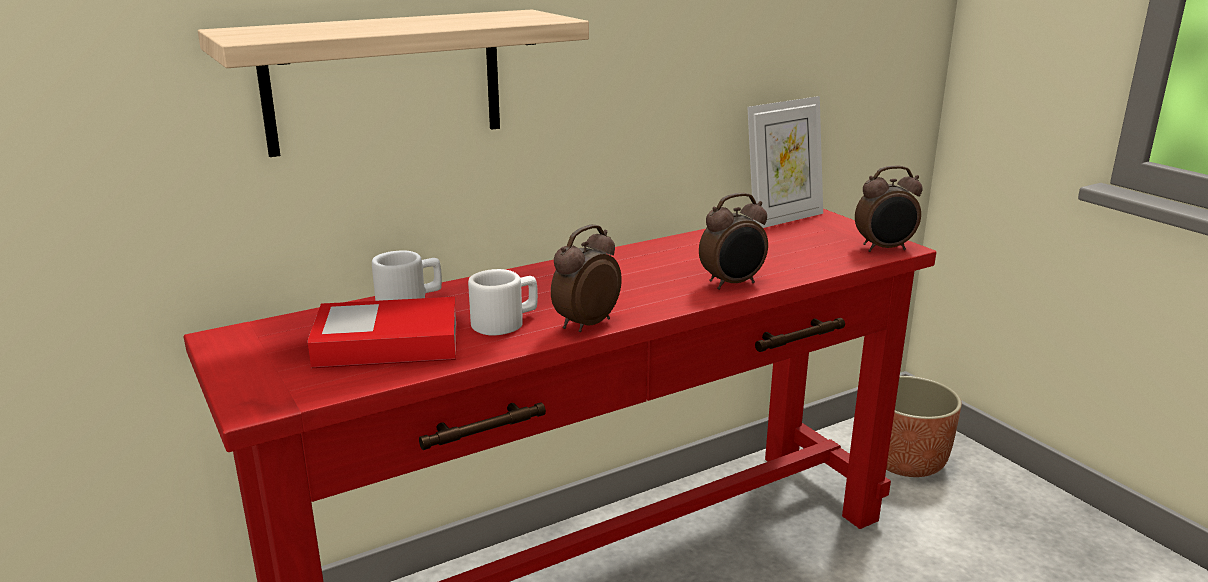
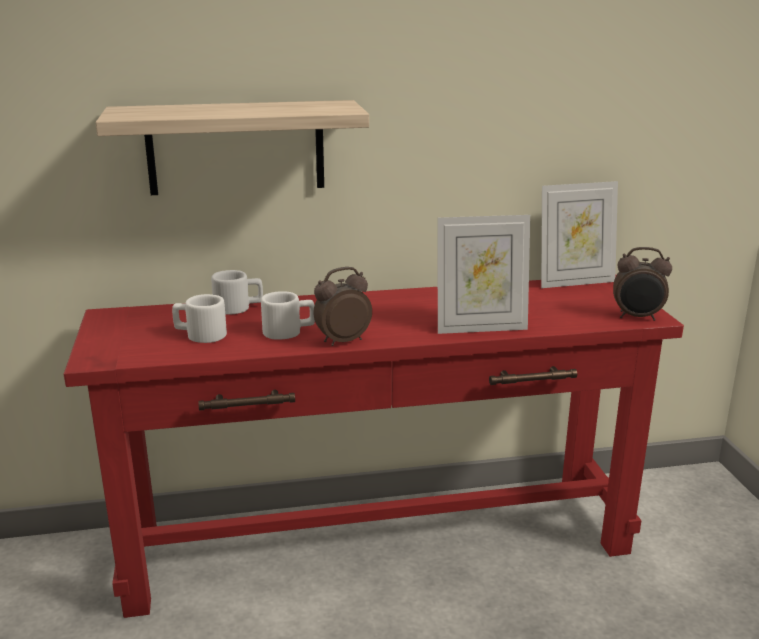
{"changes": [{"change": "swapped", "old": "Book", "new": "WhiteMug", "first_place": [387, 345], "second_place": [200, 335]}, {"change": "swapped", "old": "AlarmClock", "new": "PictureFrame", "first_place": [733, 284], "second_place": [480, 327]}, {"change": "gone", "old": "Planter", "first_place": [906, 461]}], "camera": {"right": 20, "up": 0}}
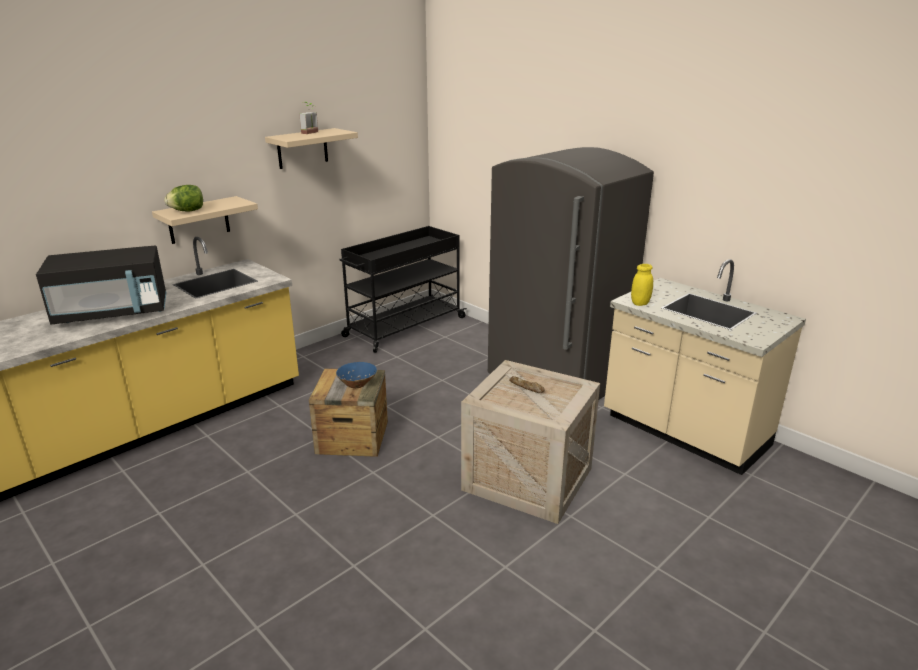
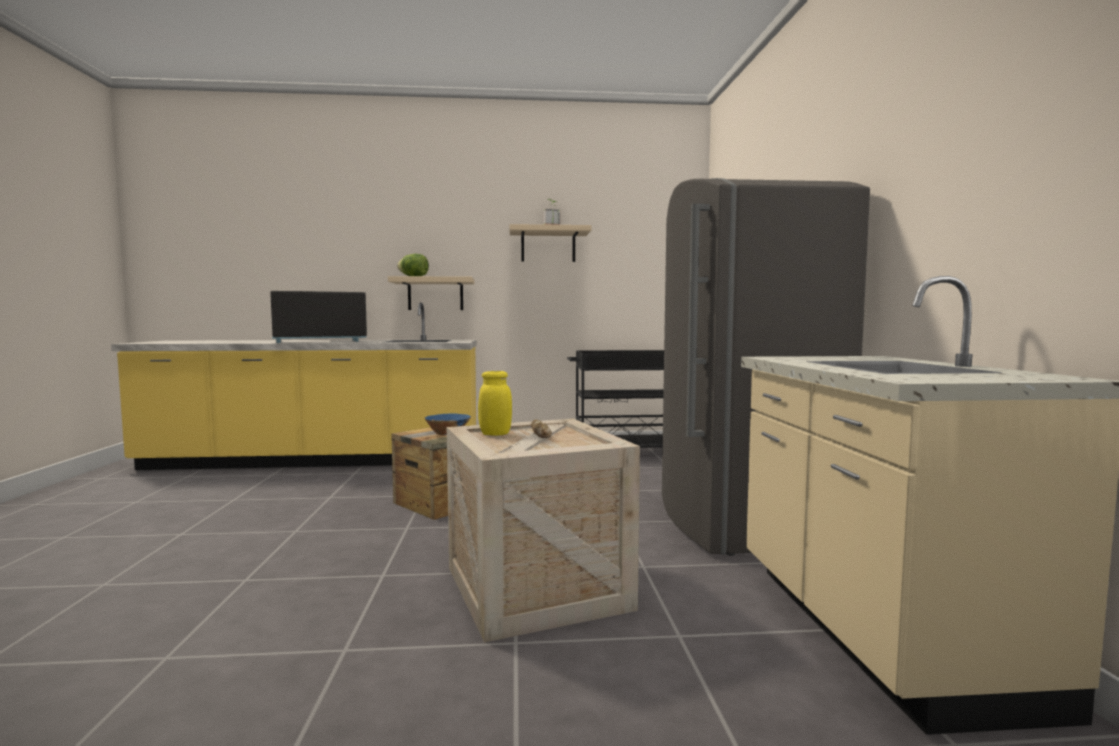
{"changes": [{"change": "rotated", "old": "BlackMicrowave", "first_place": [113, 313], "second_place": [319, 341], "degrees": 135}, {"change": "shifted", "old": "YellowJar", "first_place": [640, 303], "second_place": [495, 434]}], "camera": {"right": 40, "up": -20}}
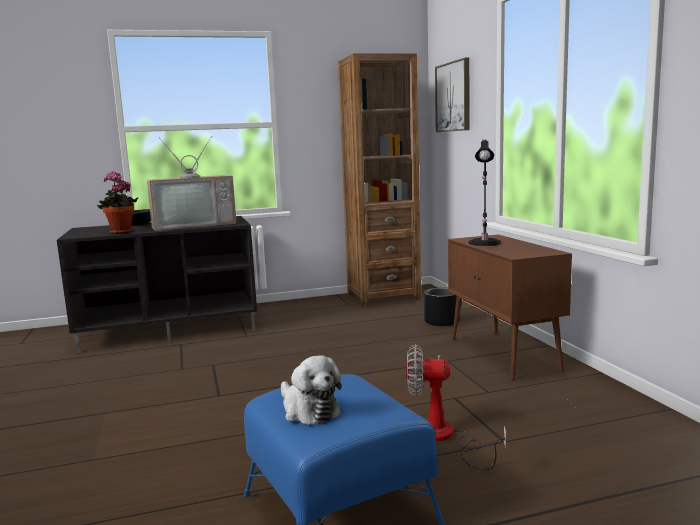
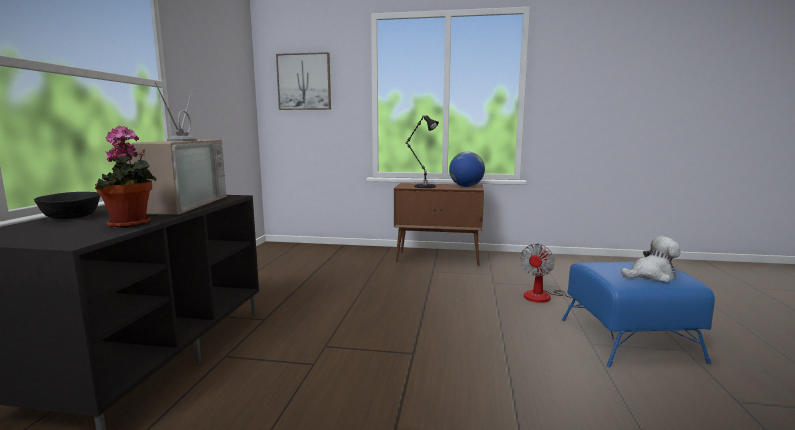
{"changes": [{"change": "gone", "old": "BrownBookcase", "first_place": [383, 296]}, {"change": "gone", "old": "BlackPlanter", "first_place": [442, 321]}, {"change": "new", "new": "Globe", "second_place": [466, 186]}], "camera": {"right": -65, "up": 0}}
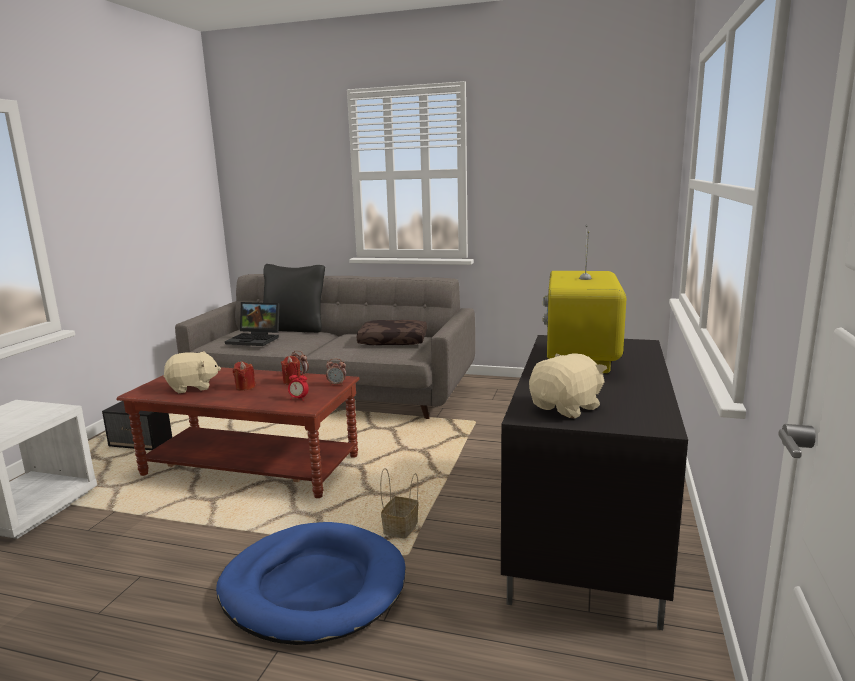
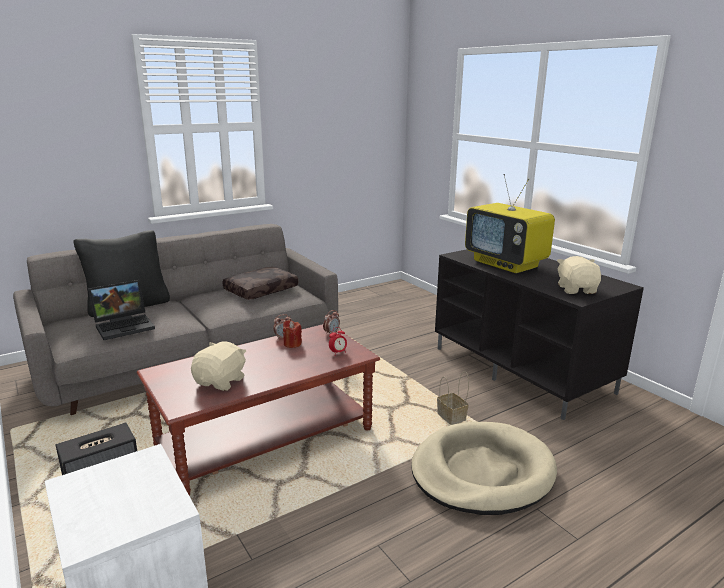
{"changes": [{"change": "repainted", "old": "BlueDogBed", "new": "BeigeDogBed", "first_place": [313, 587], "second_place": [482, 472]}, {"change": "gone", "old": "RedCandle", "first_place": [245, 387]}], "camera": {"right": -50, "up": 5}}
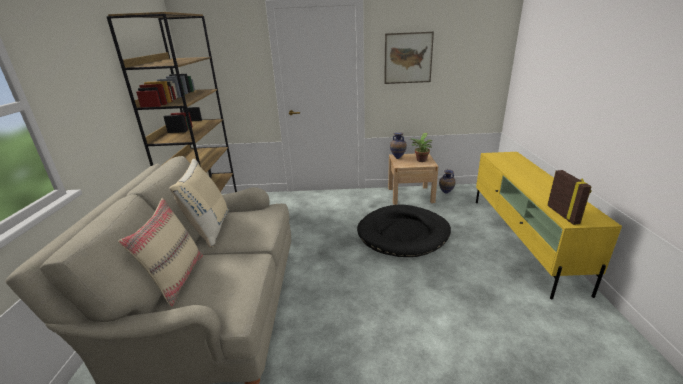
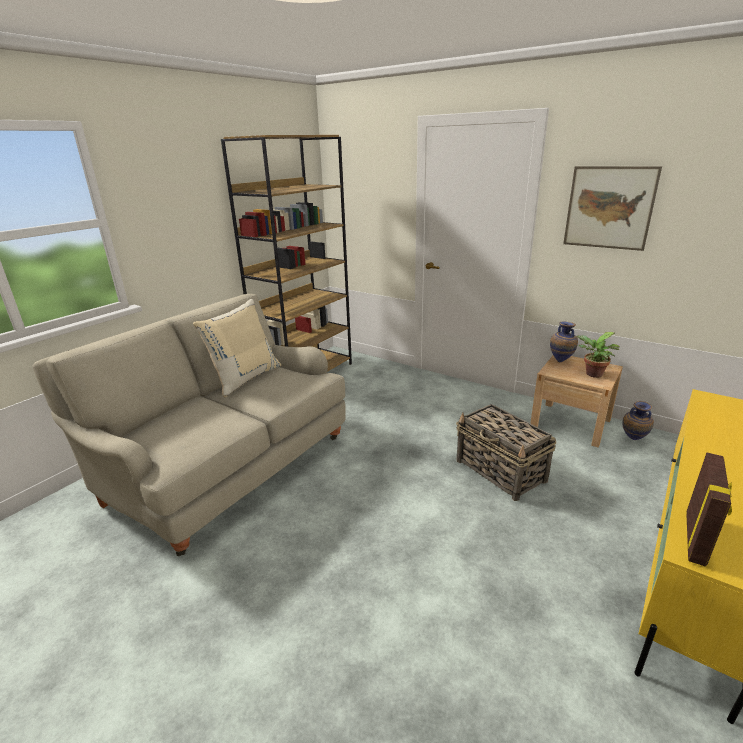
{"changes": [{"change": "gone", "old": "BeigePillow", "first_place": [176, 278]}, {"change": "swapped", "old": "BlackDogBed", "new": "Basket", "first_place": [403, 233], "second_place": [501, 471]}], "camera": {"right": 35, "up": 0}}
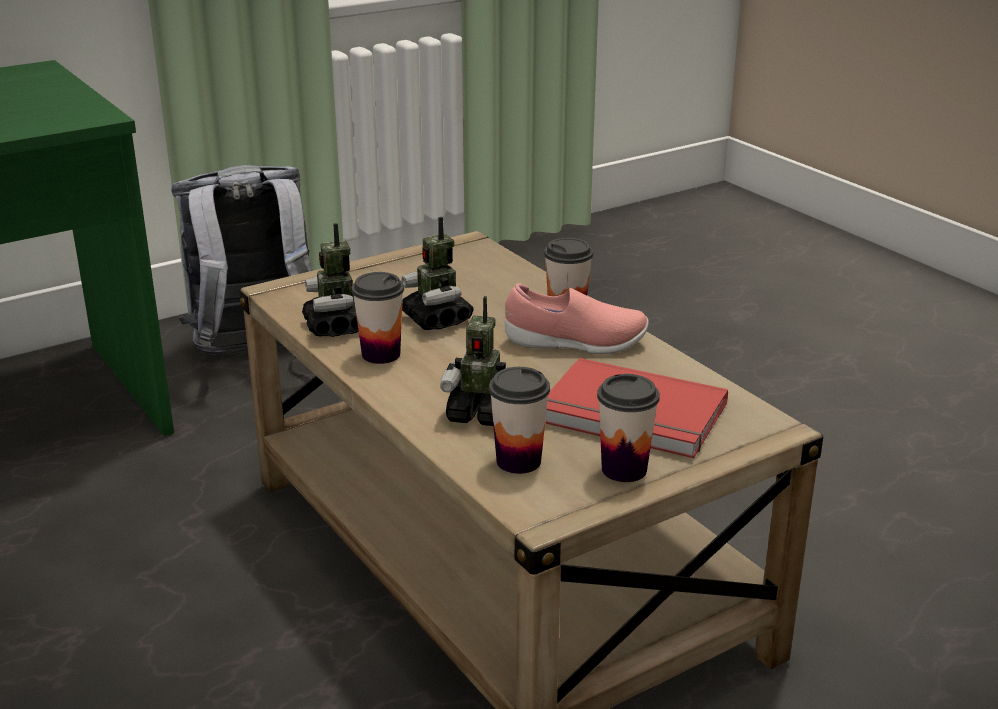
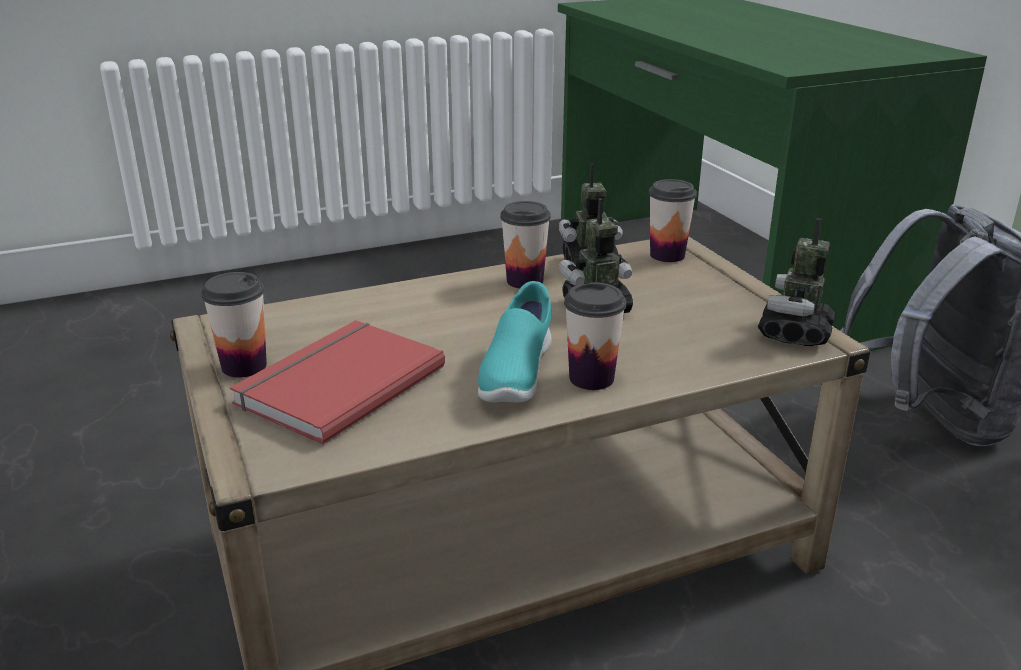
{"changes": [{"change": "shifted", "old": "ToyRobot", "first_place": [480, 413], "second_place": [794, 333]}, {"change": "shifted", "old": "Cup", "first_place": [518, 461], "second_place": [667, 255]}, {"change": "repainted", "old": "PinkShoe", "new": "TurquoiseShoe", "first_place": [575, 344], "second_place": [515, 375]}], "camera": {"right": 100, "up": 0}}
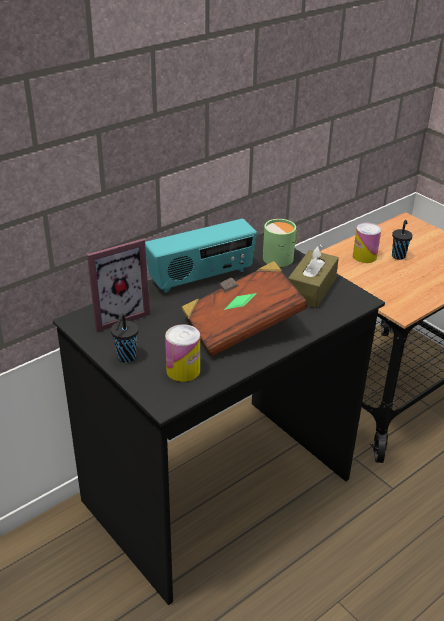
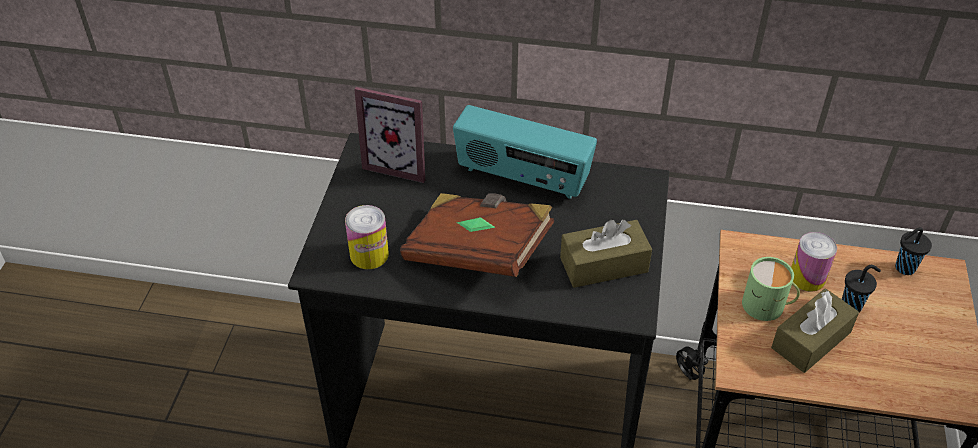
{"changes": [{"change": "shifted", "old": "BlackCup", "first_place": [126, 357], "second_place": [903, 268]}, {"change": "shifted", "old": "GreenMug", "first_place": [281, 257], "second_place": [767, 306]}, {"change": "new", "new": "BrownTissueBox", "second_place": [811, 340]}], "camera": {"right": 50, "up": 10}}
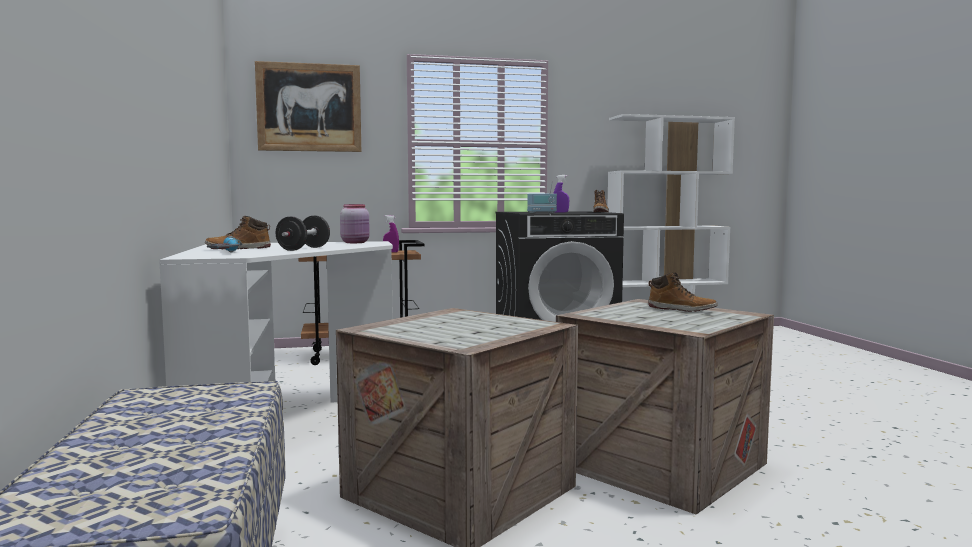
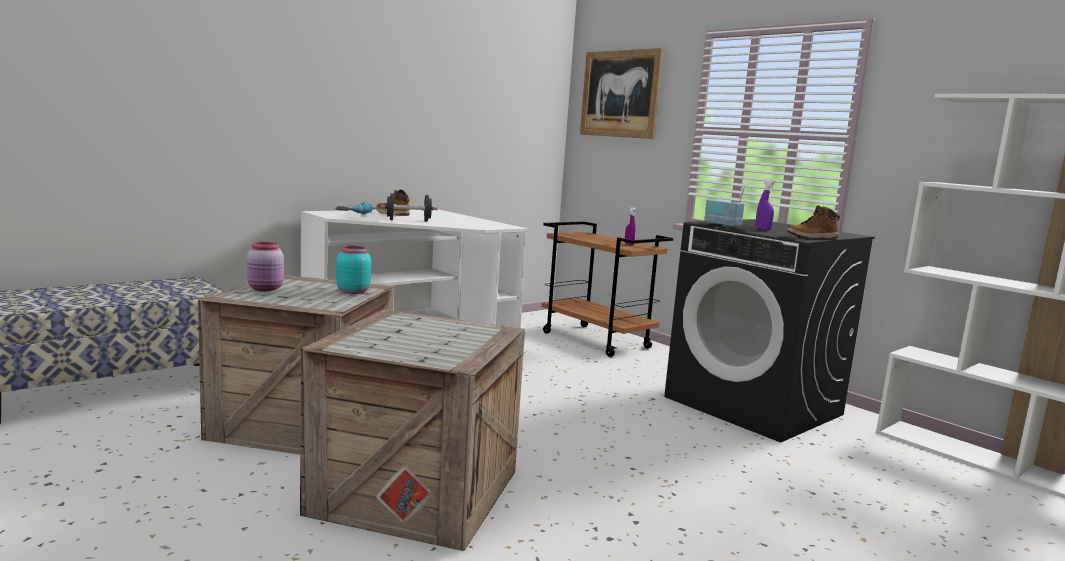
{"changes": [{"change": "shifted", "old": "PinkJar", "first_place": [356, 242], "second_place": [266, 289]}, {"change": "gone", "old": "Boot", "first_place": [682, 309]}, {"change": "new", "new": "TurquoiseJar", "second_place": [353, 291]}], "camera": {"right": 60, "up": 5}}
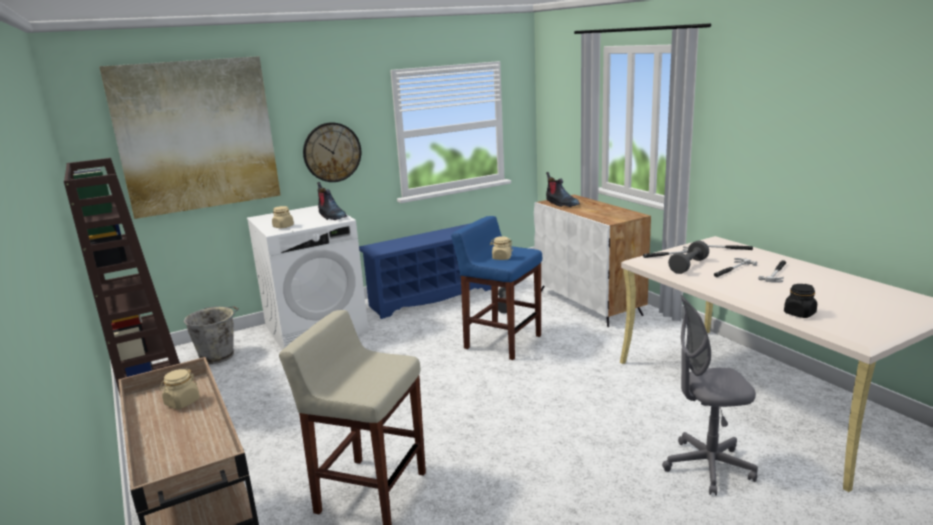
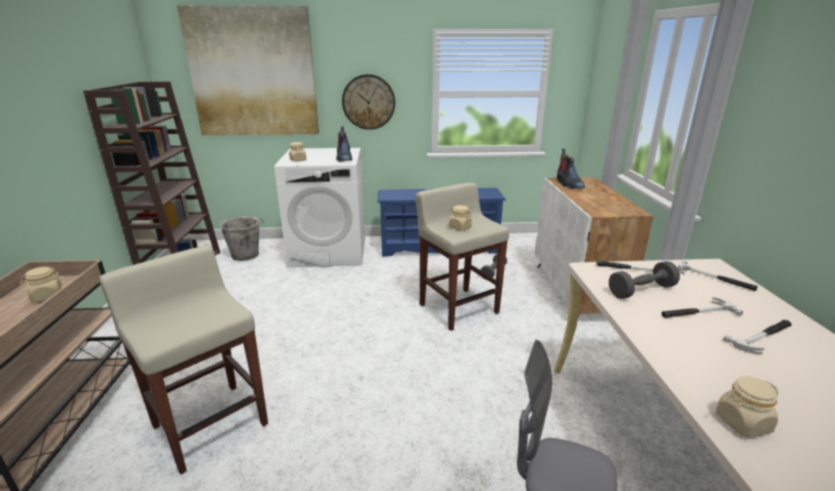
{"changes": [{"change": "repainted", "old": "BlueStool", "new": "BeigeStool", "first_place": [501, 342], "second_place": [458, 308]}, {"change": "repainted", "old": "BlackJar", "new": "BeigeJar", "first_place": [799, 313], "second_place": [742, 423]}], "camera": {"right": 25, "up": 5}}
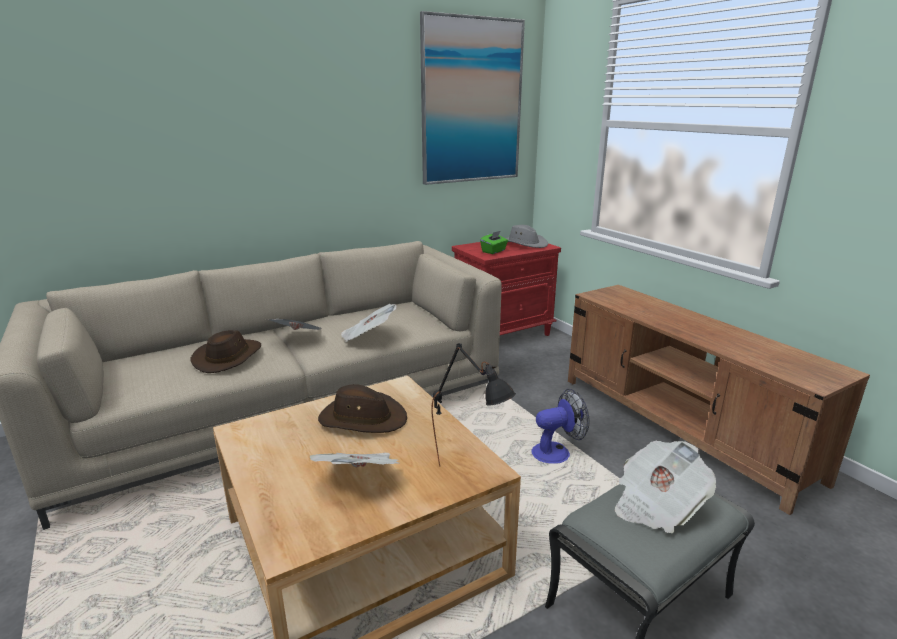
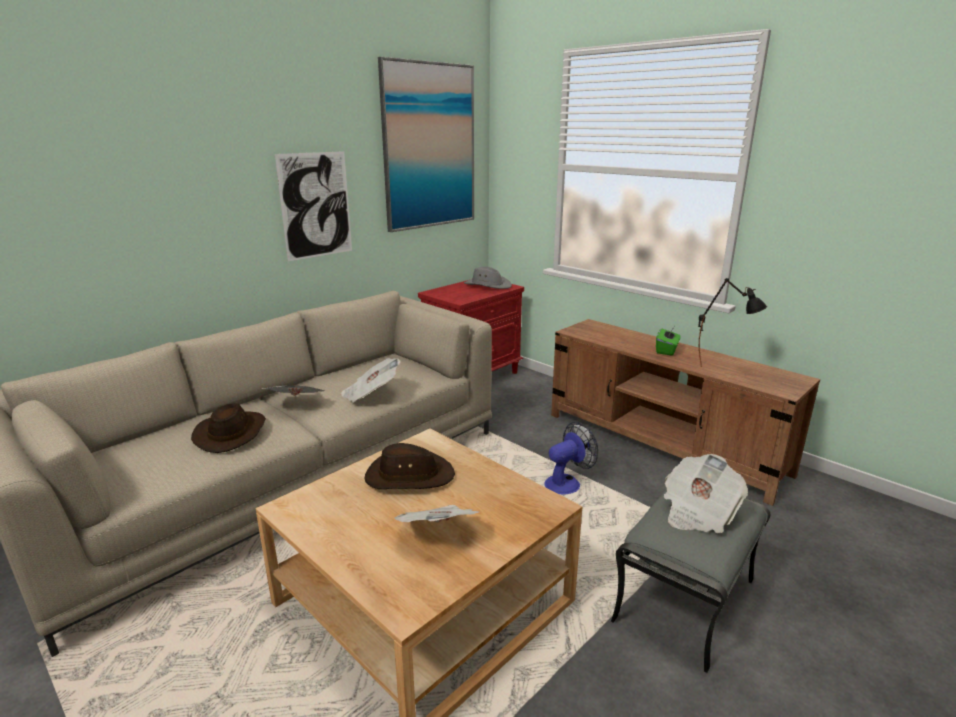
{"changes": [{"change": "shifted", "old": "BlackTableLamp", "first_place": [470, 472], "second_place": [722, 367]}, {"change": "shifted", "old": "GreenTissueBox", "first_place": [494, 251], "second_place": [666, 350]}, {"change": "new", "new": "Picture", "second_place": [316, 205]}], "camera": {"right": -15, "up": 0}}
